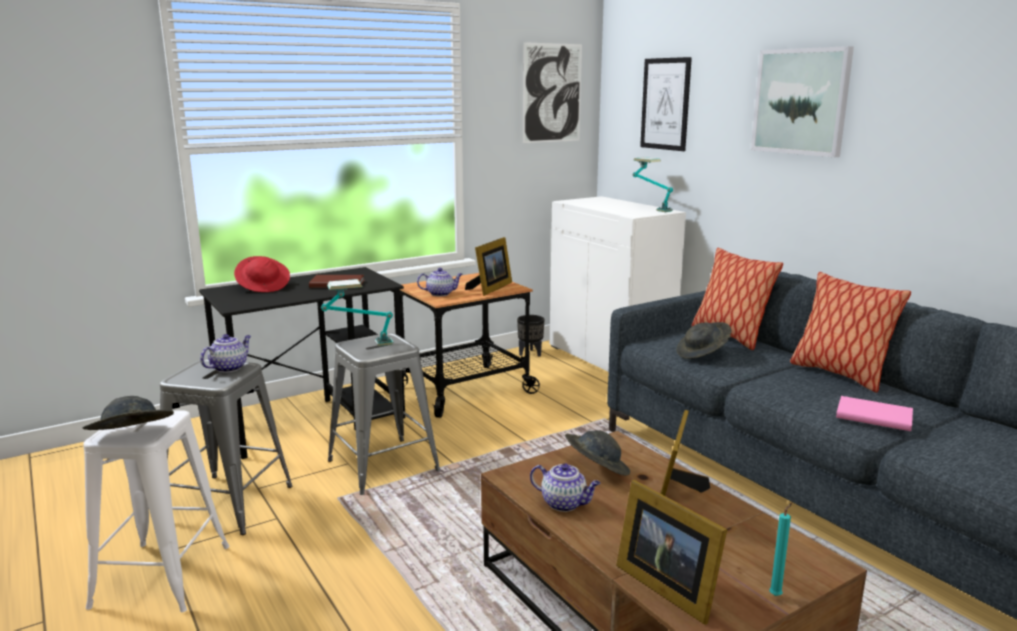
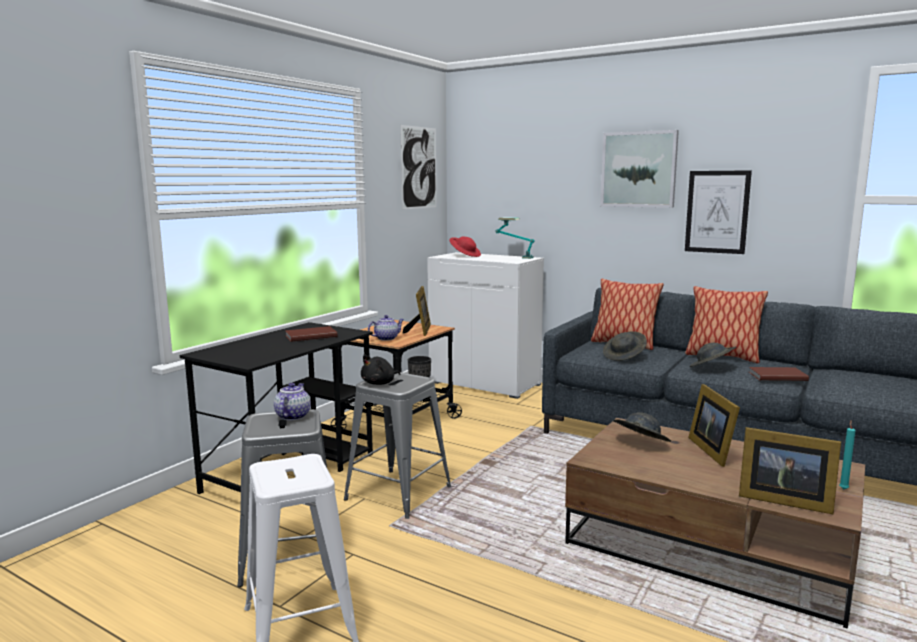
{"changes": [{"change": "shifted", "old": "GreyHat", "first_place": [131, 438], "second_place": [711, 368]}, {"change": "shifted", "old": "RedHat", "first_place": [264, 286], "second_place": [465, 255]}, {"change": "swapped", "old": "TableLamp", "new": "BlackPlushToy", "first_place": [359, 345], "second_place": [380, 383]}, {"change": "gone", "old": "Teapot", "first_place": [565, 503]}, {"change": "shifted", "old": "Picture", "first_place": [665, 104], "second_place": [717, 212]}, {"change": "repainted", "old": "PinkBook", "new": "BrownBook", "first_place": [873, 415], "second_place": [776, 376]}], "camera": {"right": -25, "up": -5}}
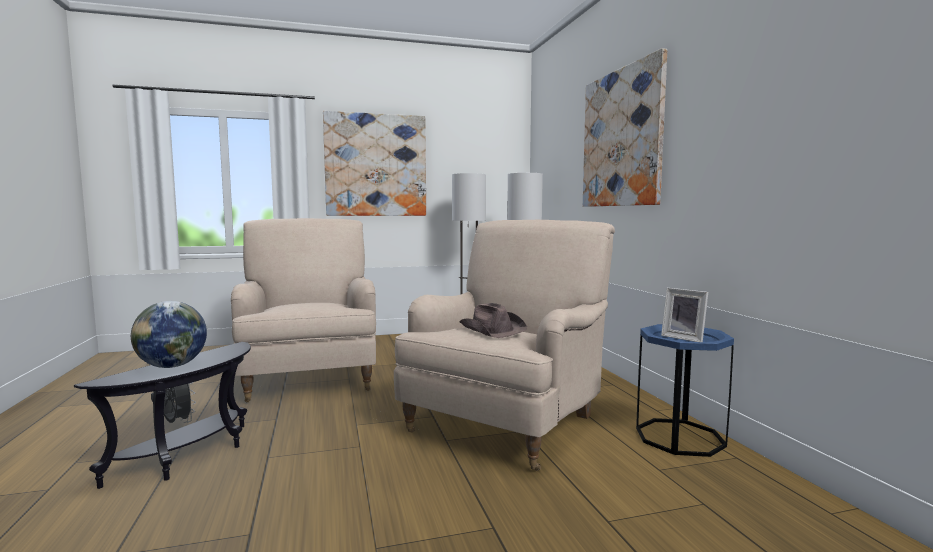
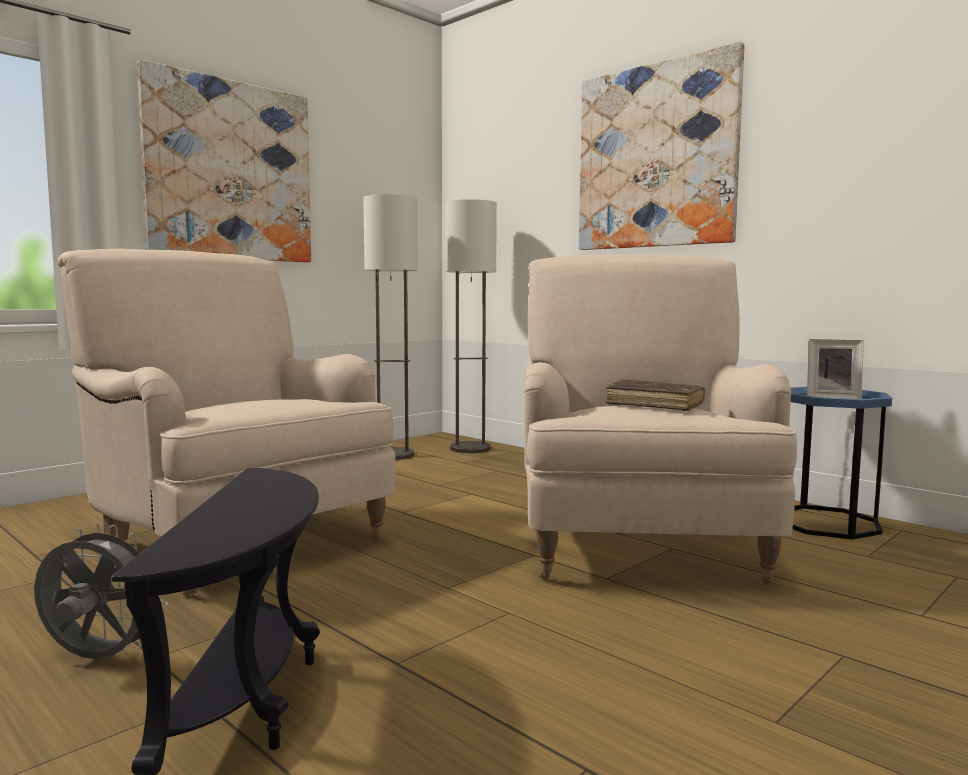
{"changes": [{"change": "gone", "old": "Globe", "first_place": [172, 366]}, {"change": "swapped", "old": "BrownHat", "new": "BrownBook", "first_place": [492, 329], "second_place": [654, 405]}], "camera": {"right": -30, "up": 0}}
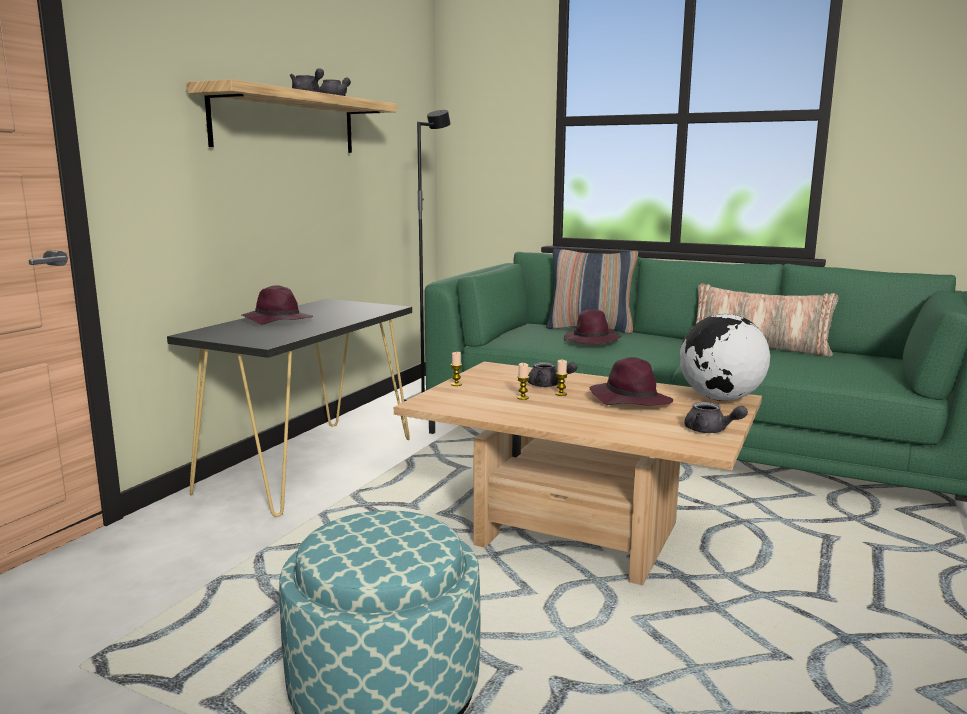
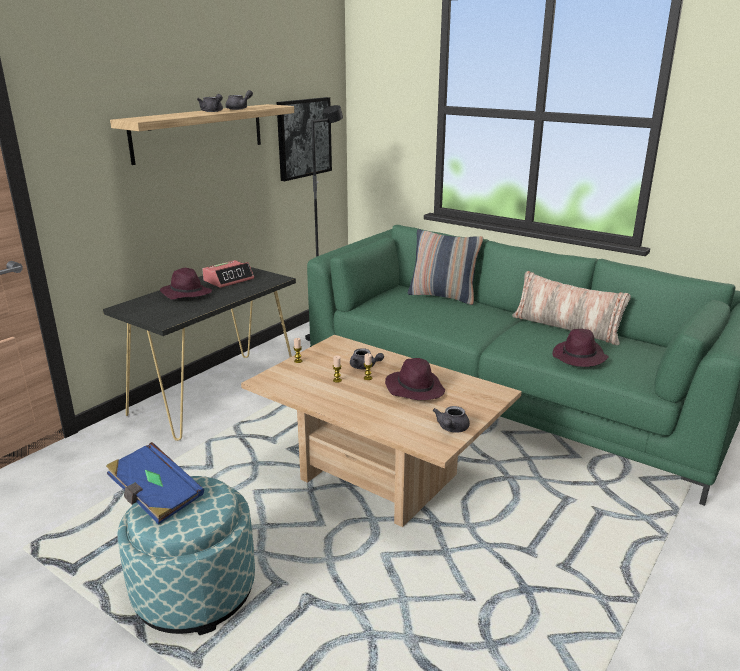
{"changes": [{"change": "shifted", "old": "PurpleHat", "first_place": [592, 341], "second_place": [579, 357]}, {"change": "gone", "old": "Globe", "first_place": [720, 399]}, {"change": "rotated", "old": "GreyTeapot", "first_place": [710, 431], "second_place": [451, 429], "degrees": 60}, {"change": "new", "new": "BlueBook", "second_place": [156, 497]}, {"change": "new", "new": "AlarmClock", "second_place": [229, 280]}, {"change": "new", "new": "Picture", "second_place": [303, 138]}], "camera": {"right": 10, "up": 10}}
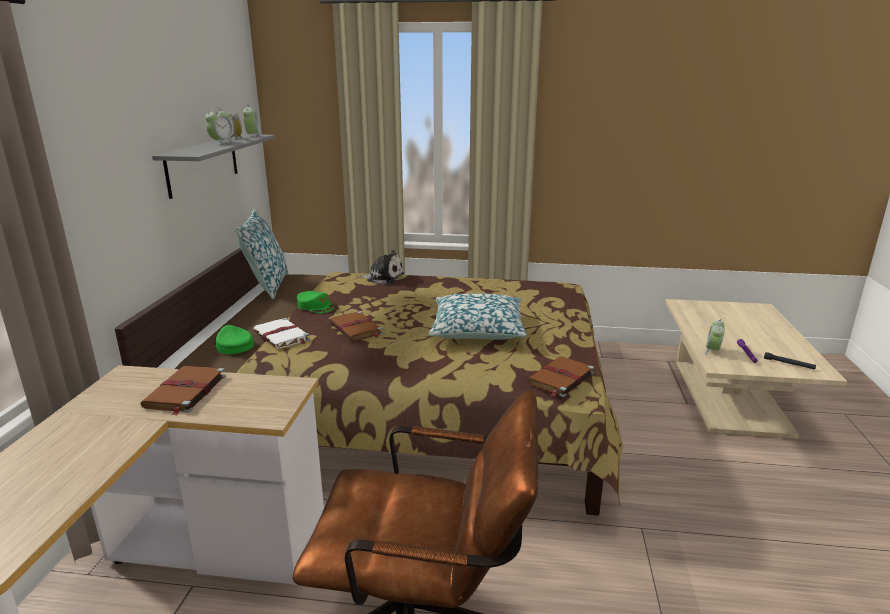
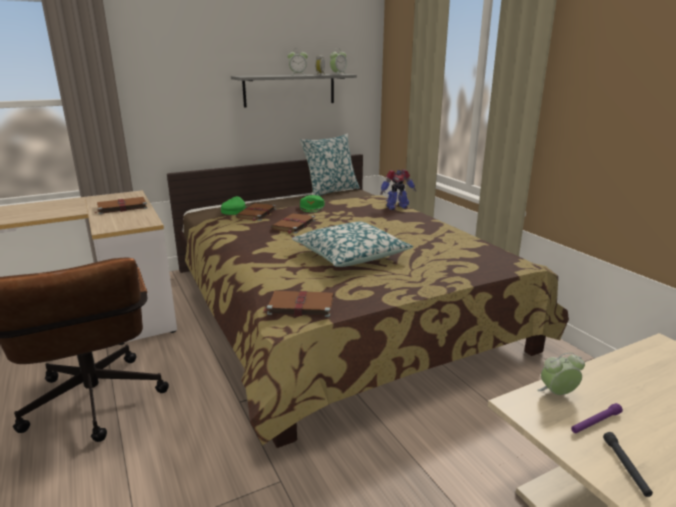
{"changes": [{"change": "repainted", "old": "WhiteBook", "new": "BrownBook", "first_place": [282, 336], "second_place": [256, 214]}, {"change": "swapped", "old": "PlushToy", "new": "ToyRobot", "first_place": [383, 277], "second_place": [396, 207]}], "camera": {"right": 55, "up": 0}}
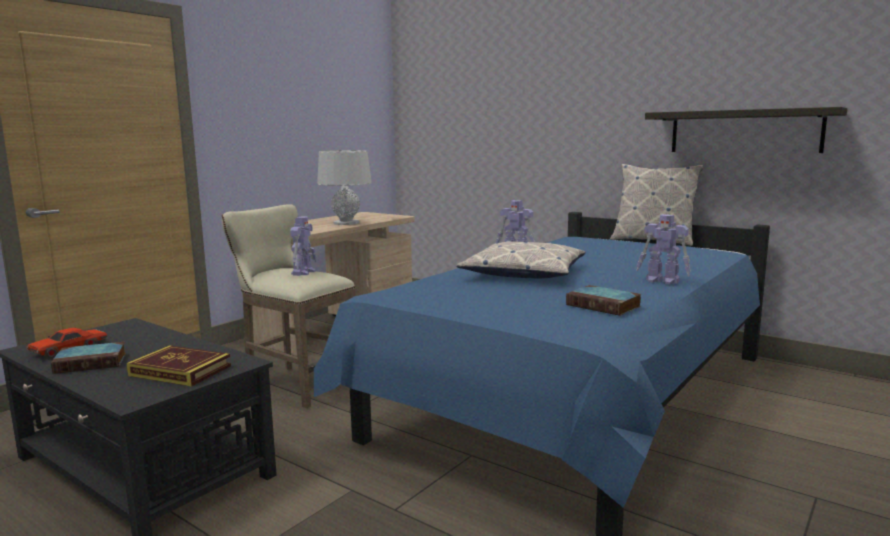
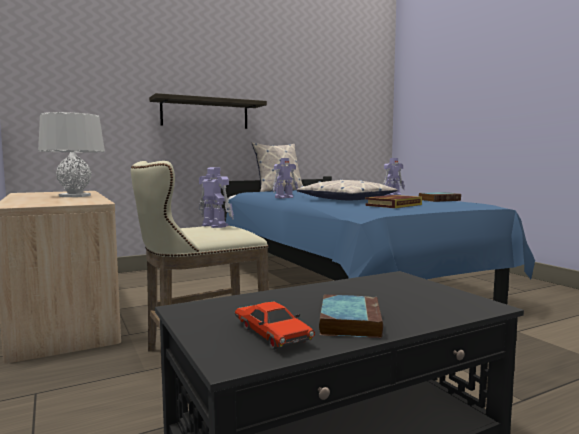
{"changes": [{"change": "shifted", "old": "Book", "first_place": [180, 371], "second_place": [393, 205]}, {"change": "shifted", "old": "Shelf", "first_place": [744, 131], "second_place": [205, 114]}], "camera": {"right": -65, "up": -5}}
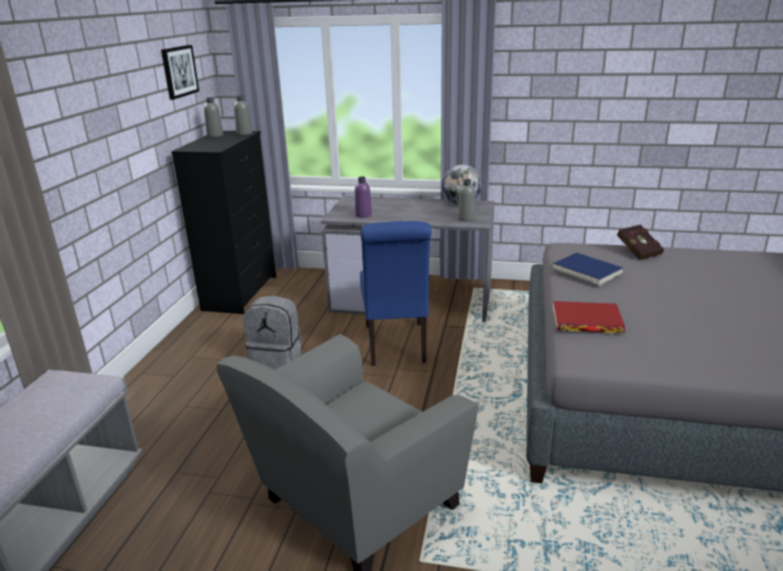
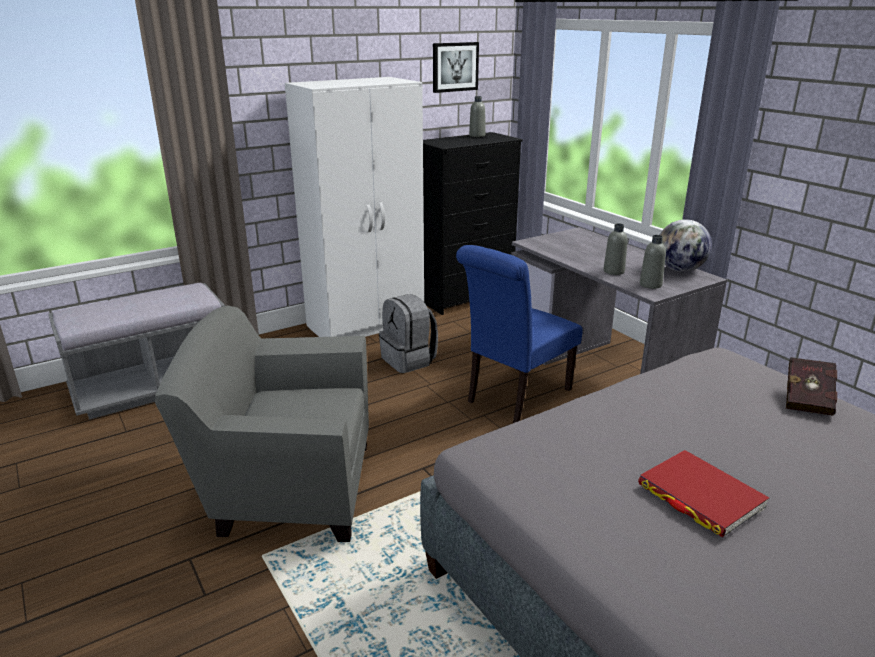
{"changes": [{"change": "shifted", "old": "GreyBottle", "first_place": [244, 133], "second_place": [613, 271]}, {"change": "gone", "old": "PurpleBottle", "first_place": [363, 215]}, {"change": "gone", "old": "BlueBook", "first_place": [587, 271]}, {"change": "shifted", "old": "RedBook", "first_place": [586, 321], "second_place": [700, 496]}, {"change": "new", "new": "WhiteWardrobe", "second_place": [367, 324]}], "camera": {"right": 45, "up": 0}}
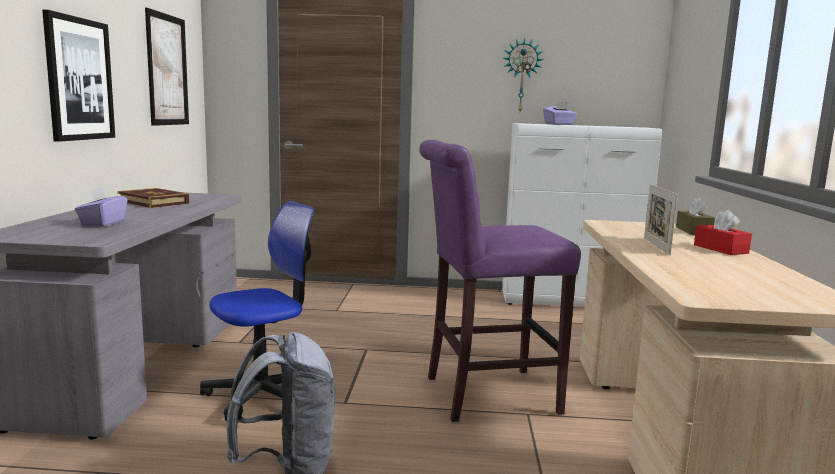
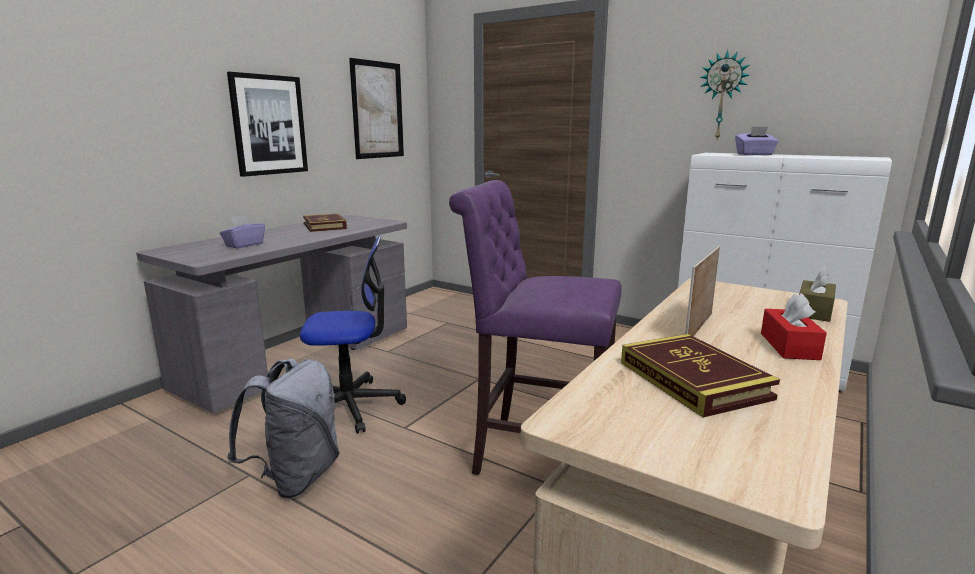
{"changes": [{"change": "new", "new": "Book", "second_place": [693, 380]}], "camera": {"right": 30, "up": 5}}
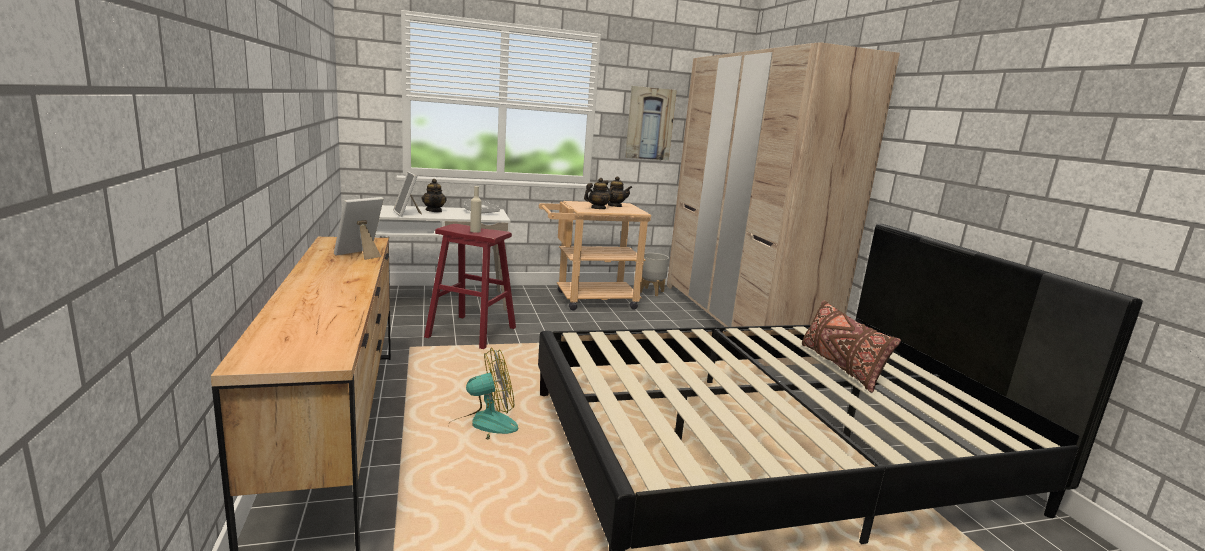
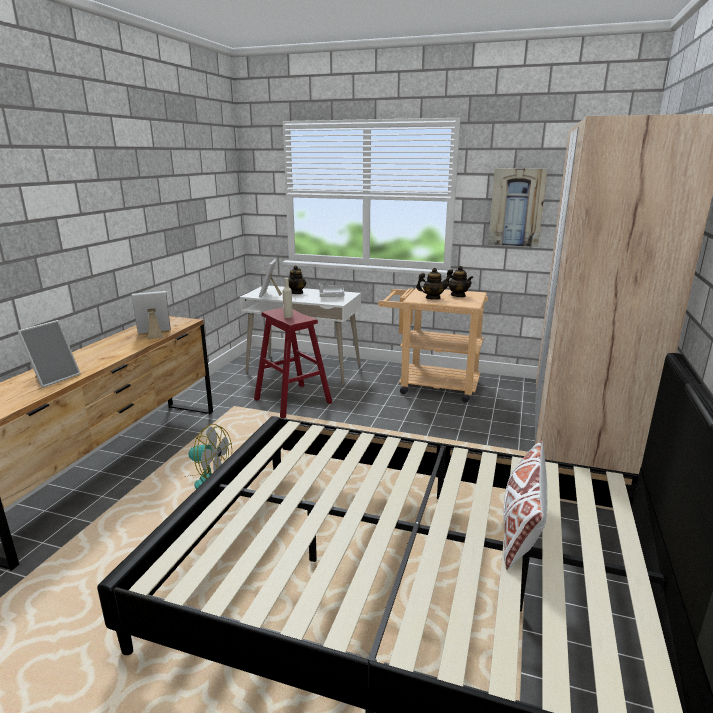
{"changes": [{"change": "gone", "old": "GreyPlanter", "first_place": [651, 291]}, {"change": "repainted", "old": "BrownPillow", "new": "WhitePillow", "first_place": [840, 366], "second_place": [521, 525]}, {"change": "new", "new": "PictureFrame", "second_place": [54, 378]}], "camera": {"right": 35, "up": 5}}
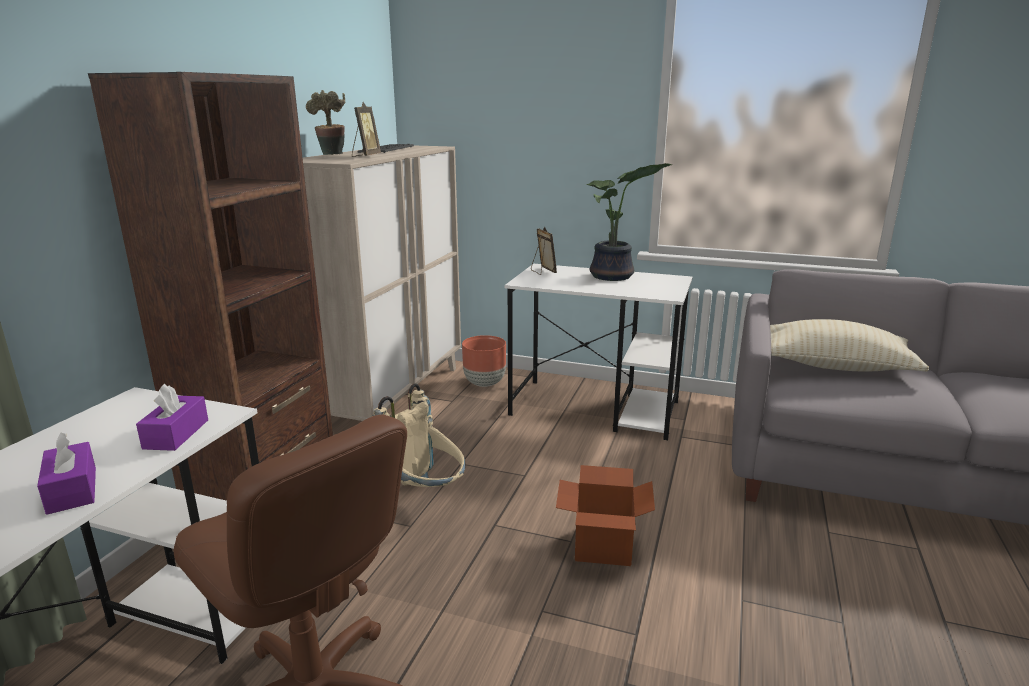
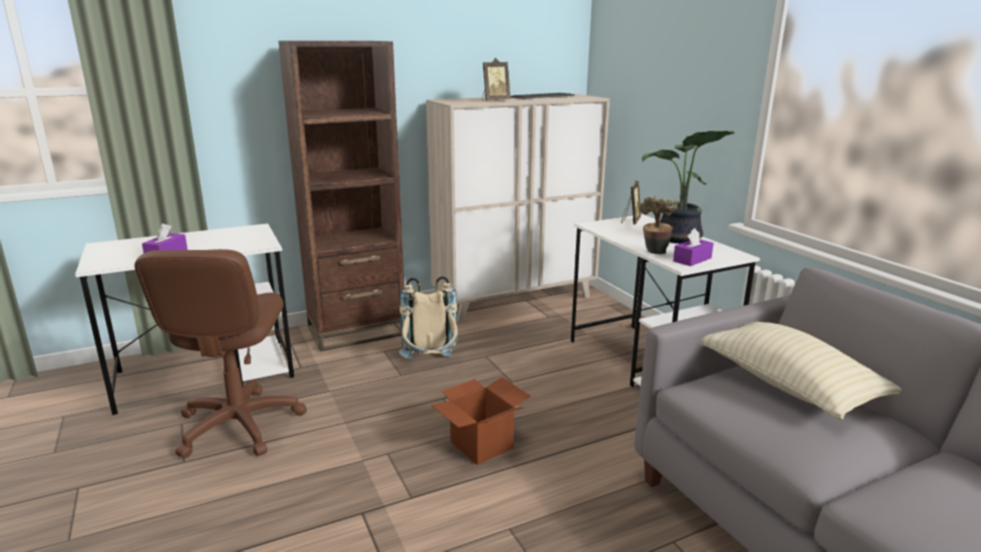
{"changes": [{"change": "shifted", "old": "PurpleTissueBox", "first_place": [176, 434], "second_place": [692, 259]}, {"change": "shifted", "old": "PottedPlant", "first_place": [332, 155], "second_place": [654, 253]}, {"change": "gone", "old": "BrownPlanter", "first_place": [485, 383]}], "camera": {"right": 45, "up": 0}}
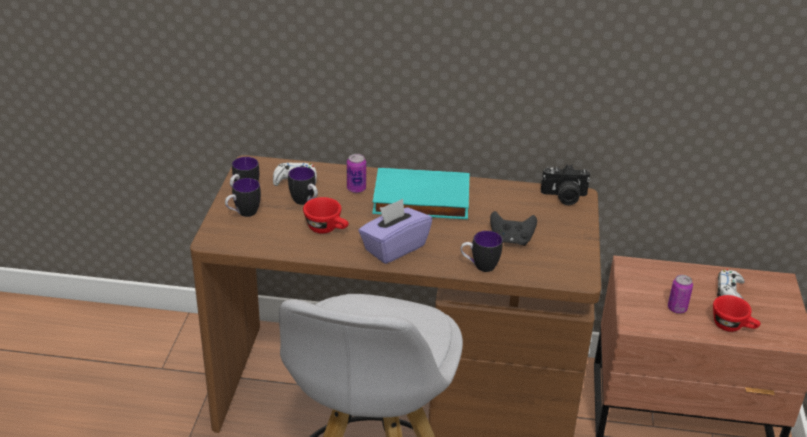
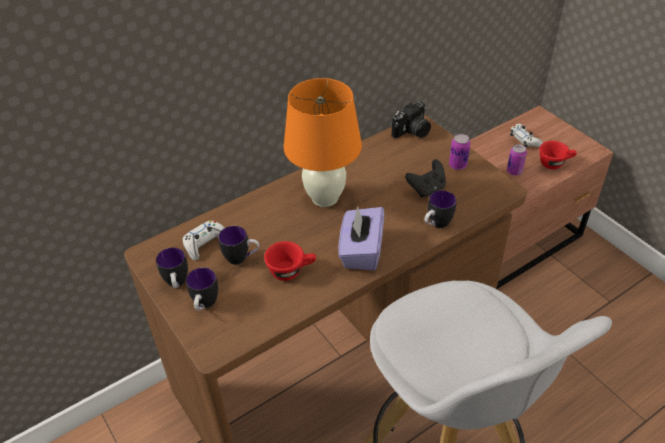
{"changes": [{"change": "shifted", "old": "Can", "first_place": [356, 189], "second_place": [457, 165]}, {"change": "swapped", "old": "TurquoiseBook", "new": "OrangeTableLamp", "first_place": [420, 201], "second_place": [325, 198]}], "camera": {"right": -40, "up": 10}}
